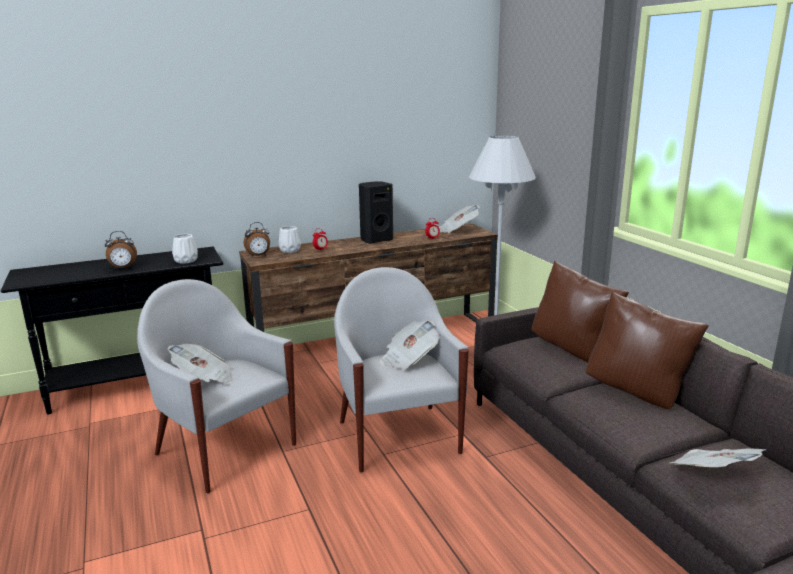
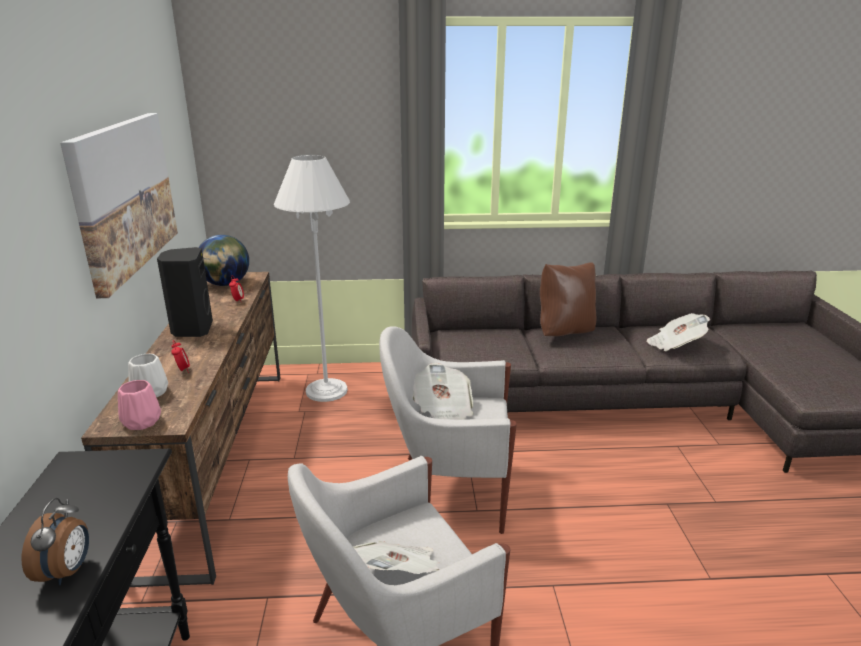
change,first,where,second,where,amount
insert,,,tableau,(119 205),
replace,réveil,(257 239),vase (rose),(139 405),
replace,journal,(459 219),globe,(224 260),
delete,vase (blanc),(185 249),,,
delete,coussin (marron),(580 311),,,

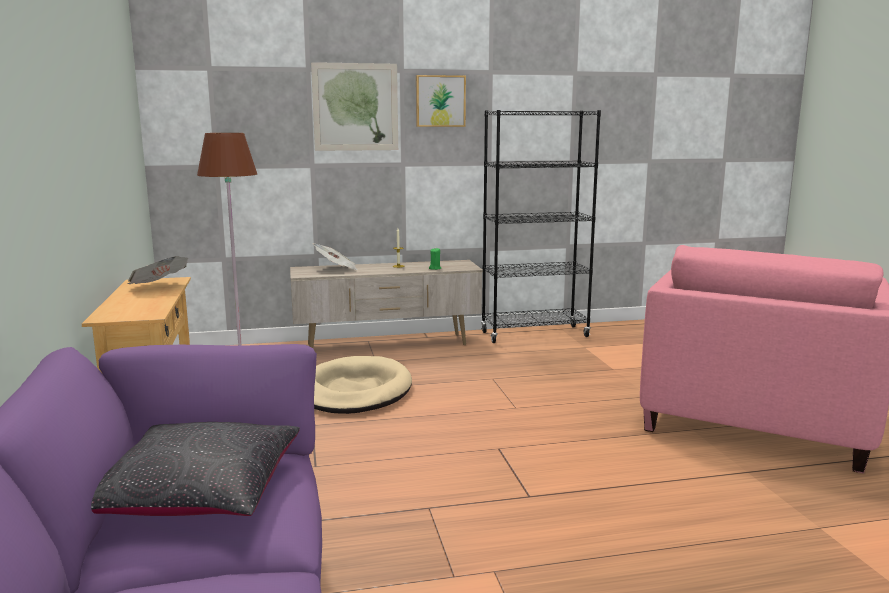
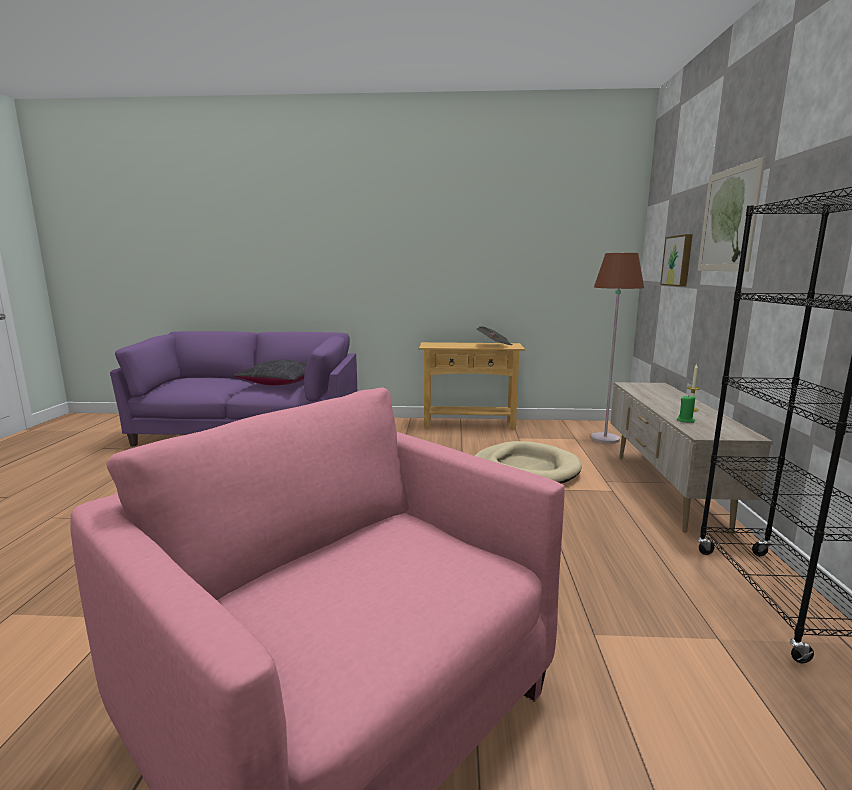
change,first,where,second,where,amount
move,tableau,(441 101),,(676 260),
delete,journal,(335 256),,,

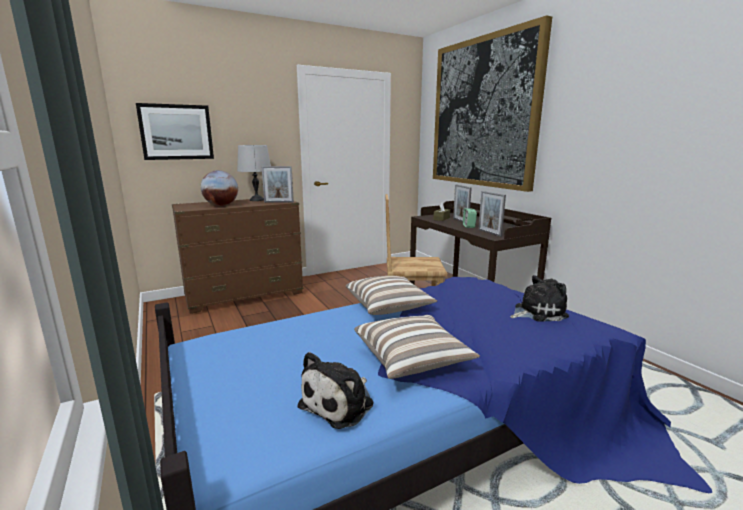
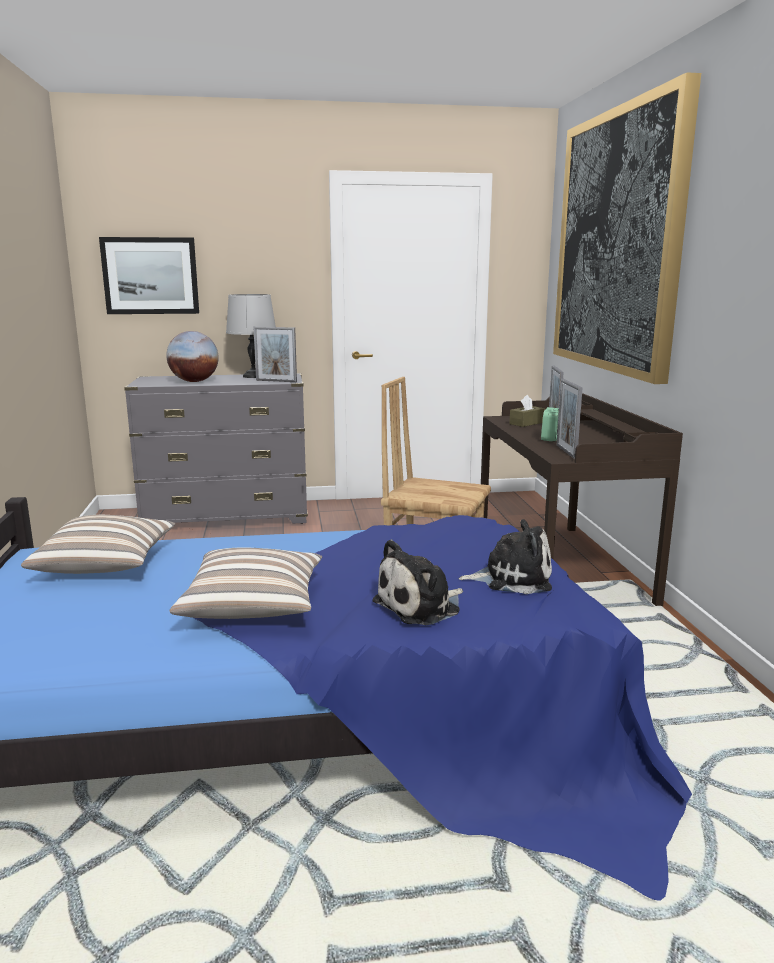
change,first,where,second,where,amount
move,coussin,(391 295),,(98 544),
recolor,commode (marron),(238 256),commode (gris),(216 448),
move,peluche,(335 390),,(417 582),

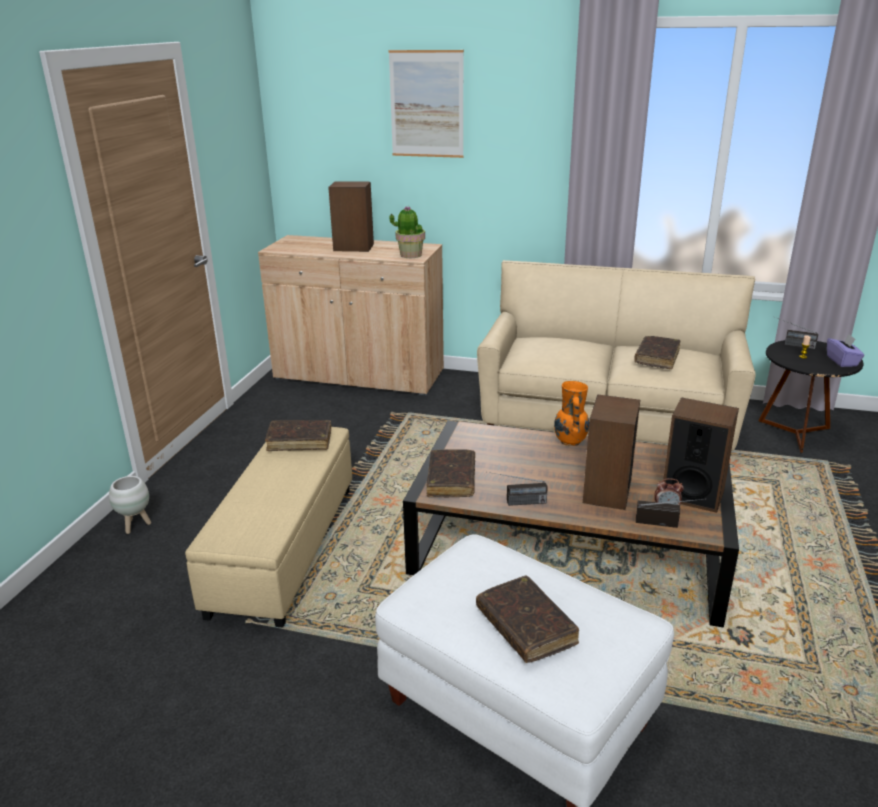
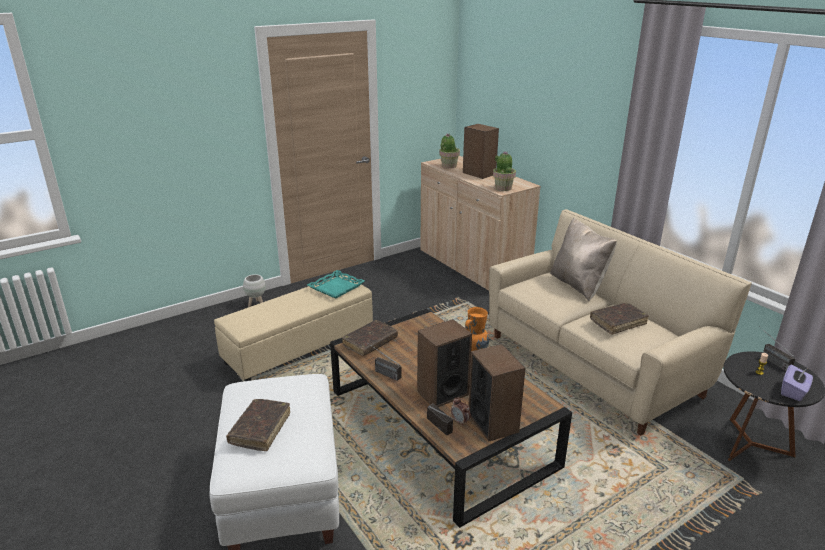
change,first,where,second,where,amount
replace,livre (marron),(298 435),plateau (turquoise),(336 284),
insert,,,plante en pot,(449 151),
insert,,,coussin (beige),(583 259),
delete,tableau,(426 104),,,

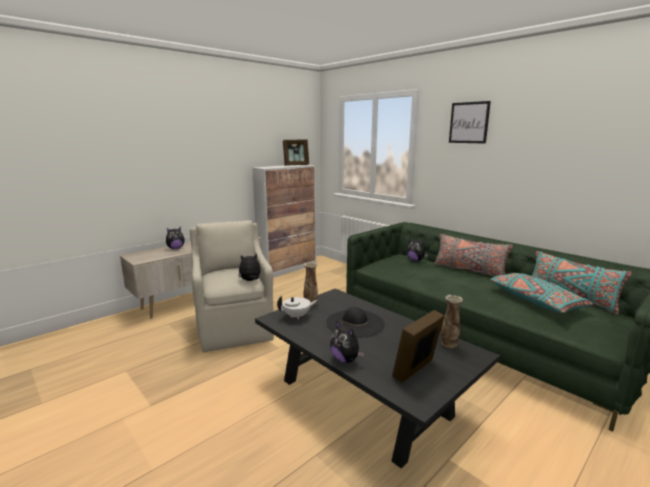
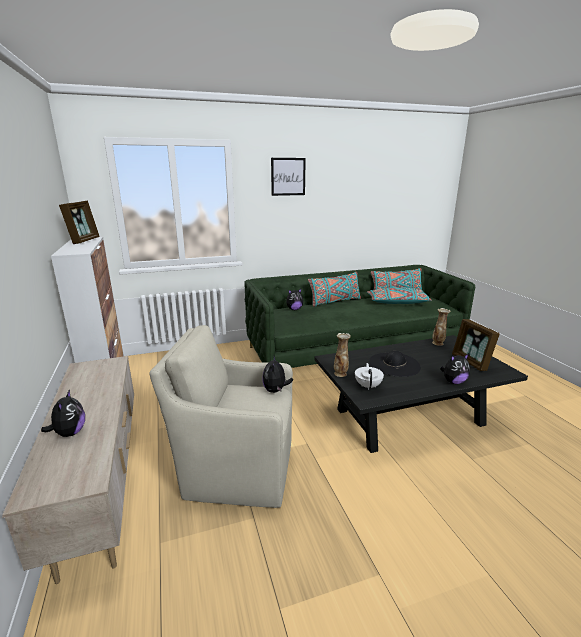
change,first,where,second,where,amount
recolor,coussin (gris),(474 255),coussin (turquoise),(334 289),

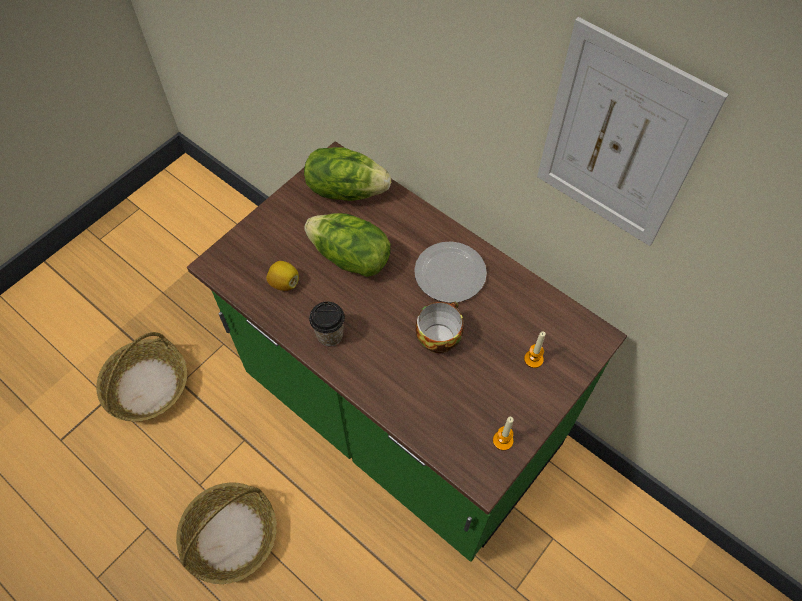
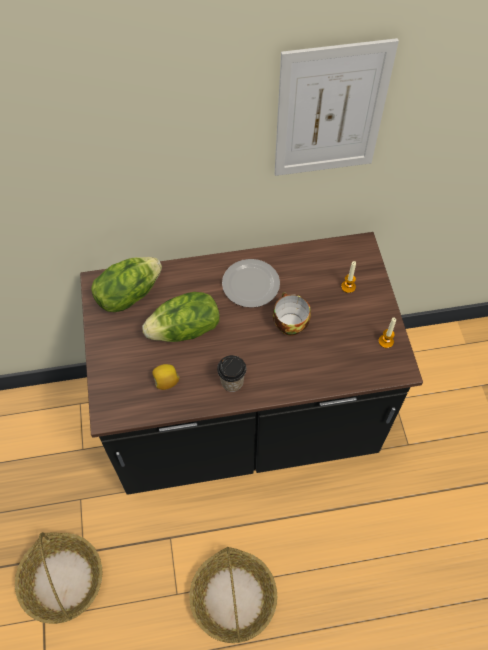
change,first,where,second,where,amount
recolor,comptoir de cuisine (vert),(407 351),comptoir de cuisine (noir),(251 363),

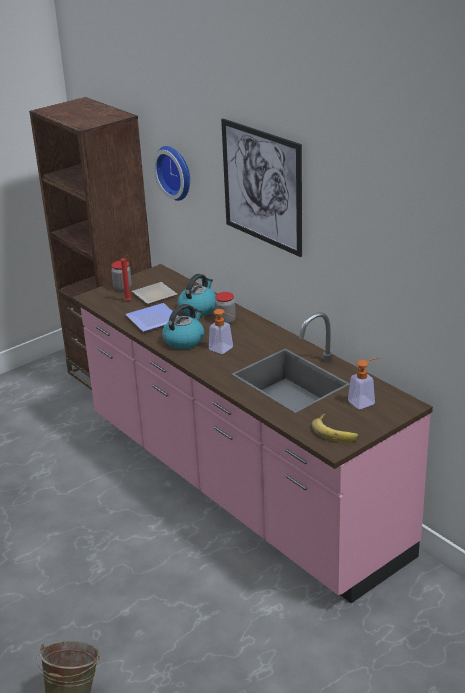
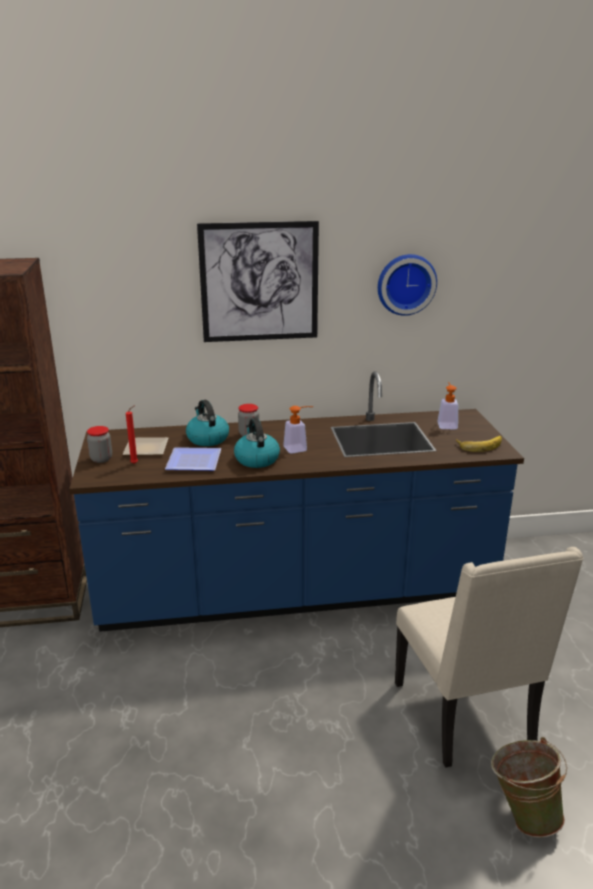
change,first,where,second,where,amount
recolor,comptoir de cuisine (rose),(252 433),comptoir de cuisine (bleu),(296 501),
move,horloge murale,(171 173),,(407 285),
insert,,,chaise (beige),(489 657),

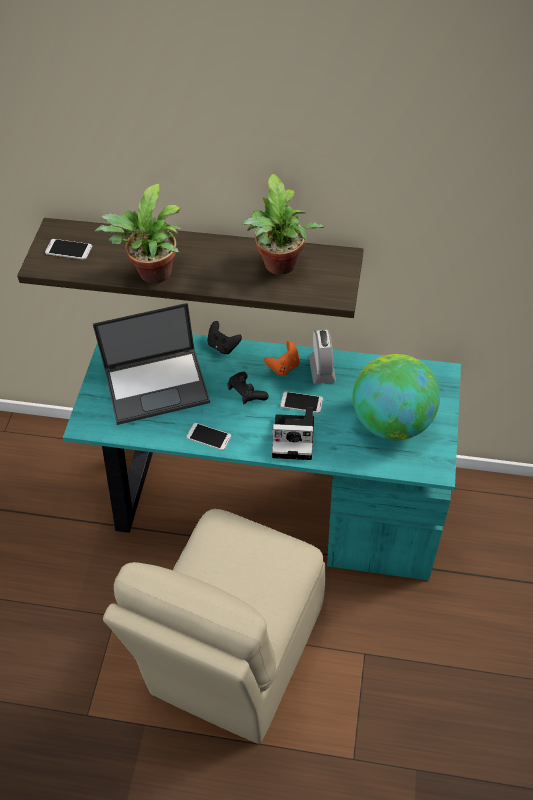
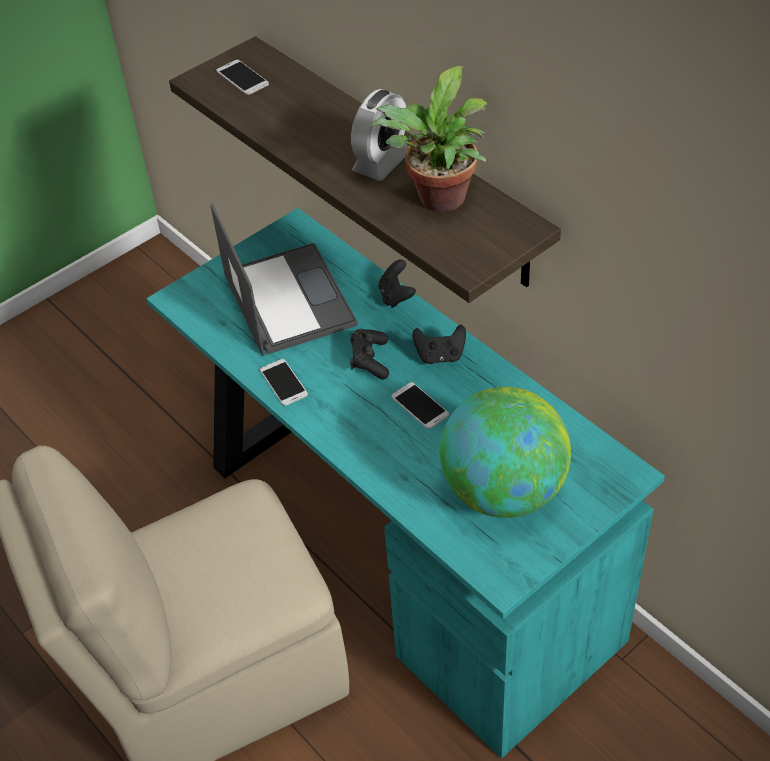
change,first,where,second,where,amount
rotate,ordinateur portable,(151 364),,(284 279),135 degrees counterclockwise
move,réveil,(322 356),,(379 135),
recolor,manette (orange),(282 358),manette (noir),(439 344),
delete,plante en pot,(138 233),,,
delete,appareil photo,(293 433),,,

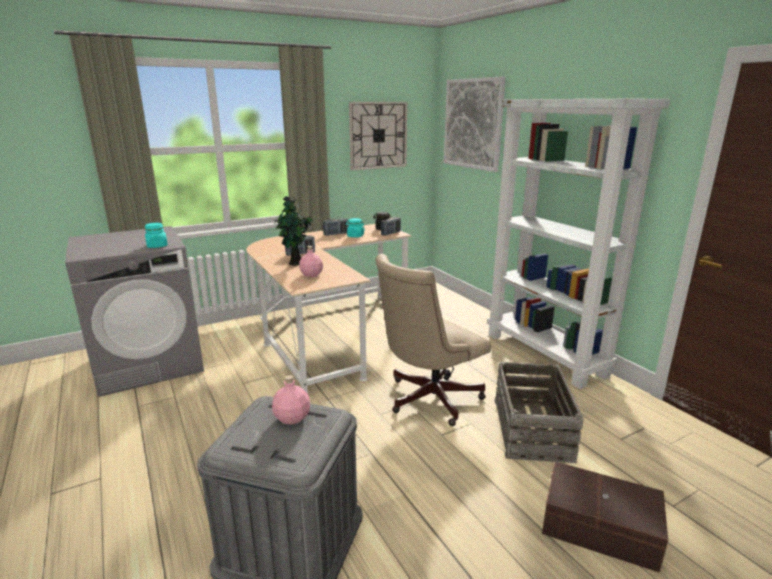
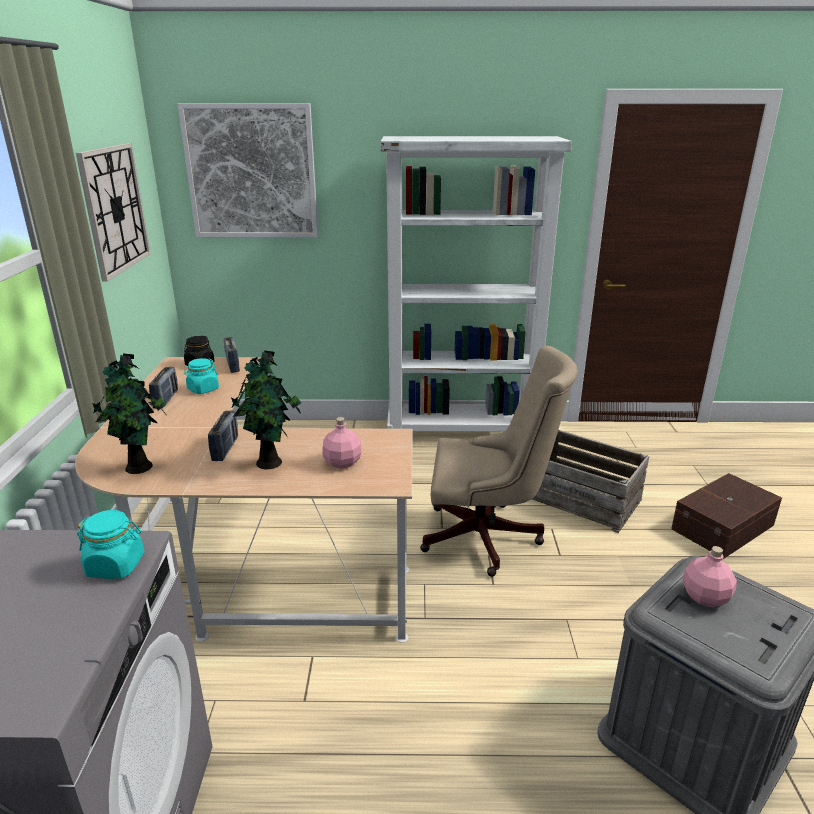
change,first,where,second,where,amount
insert,,,plante en pot,(129 414),
rotate,chaise de bureau (beige),(433 340),,(499 461),75 degrees counterclockwise

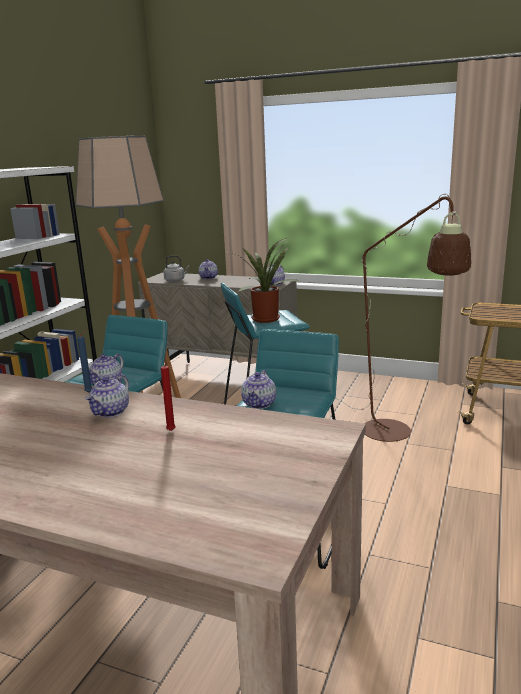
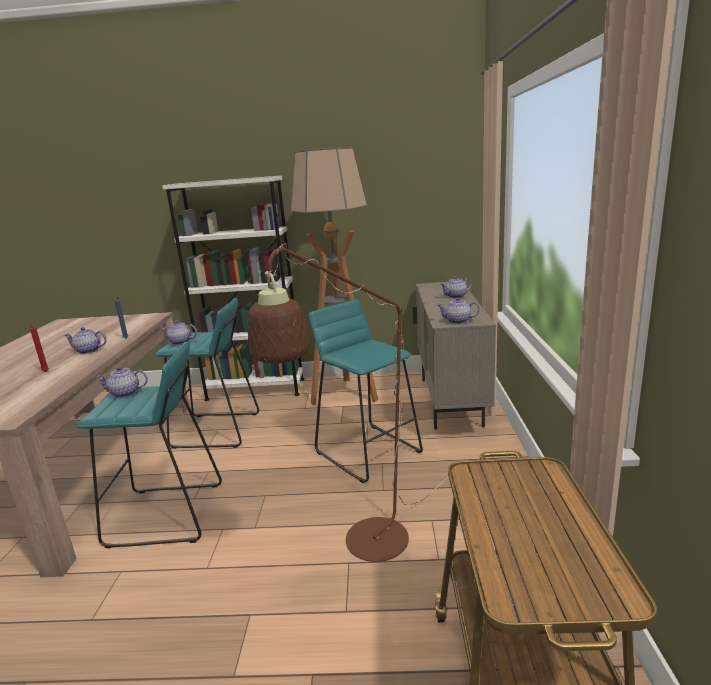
change,first,where,second,where,amount
delete,bouilloire (gris),(176 268),,,
delete,plante en pot,(265 280),,,

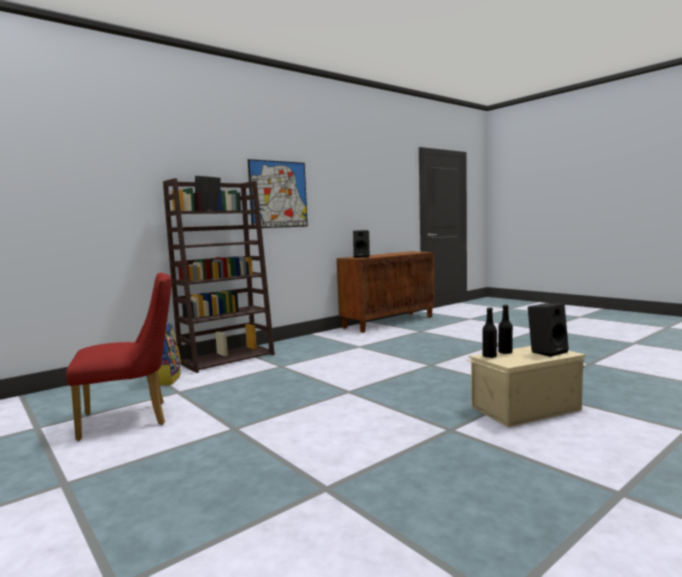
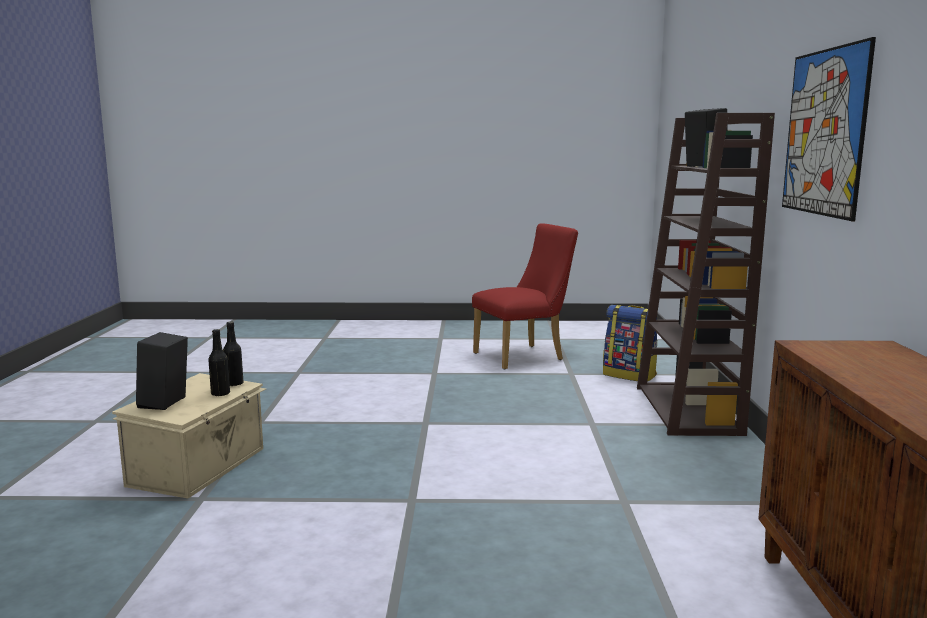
change,first,where,second,where,amount
rotate,chaise (rouge),(119 357),,(525 296),135 degrees counterclockwise
delete,enceinte (noir),(361 244),,,

